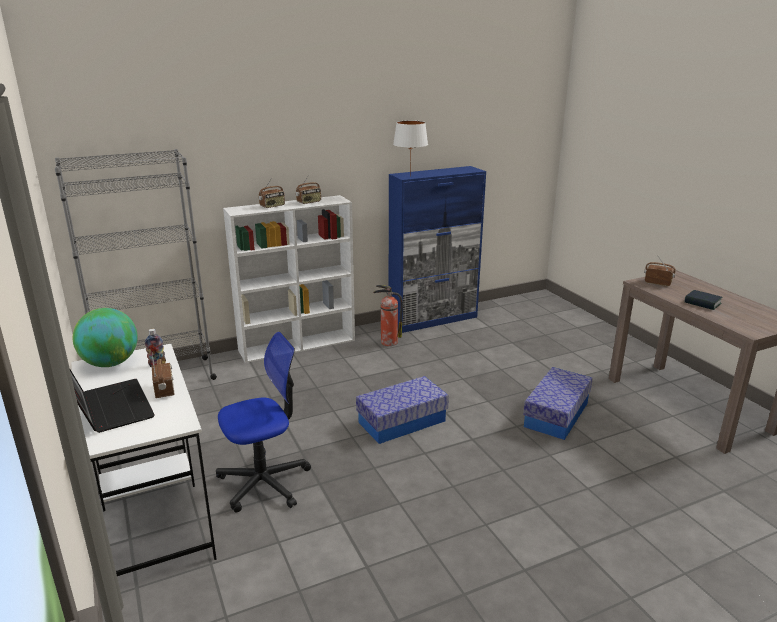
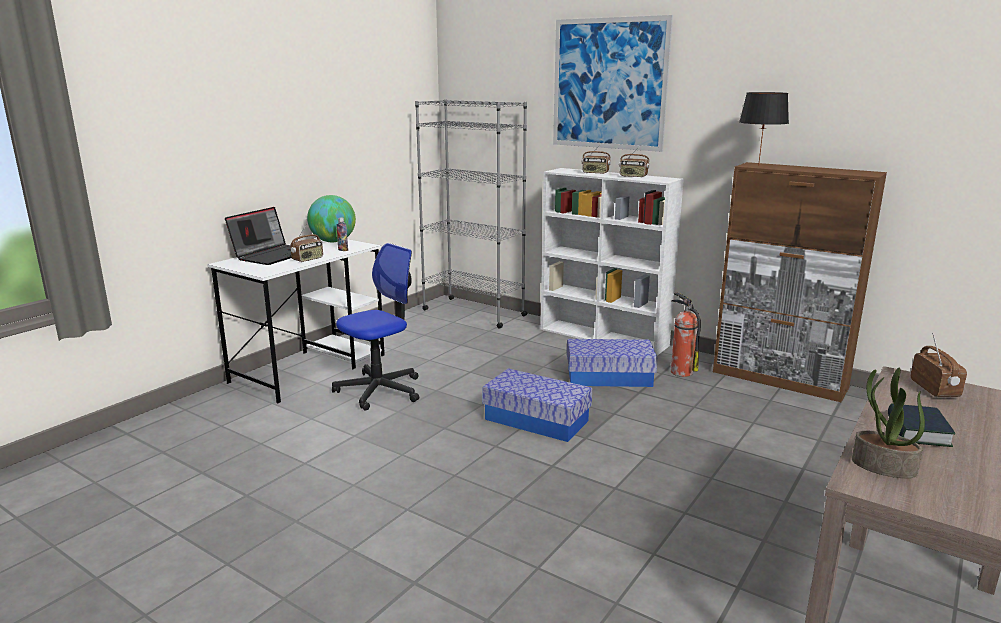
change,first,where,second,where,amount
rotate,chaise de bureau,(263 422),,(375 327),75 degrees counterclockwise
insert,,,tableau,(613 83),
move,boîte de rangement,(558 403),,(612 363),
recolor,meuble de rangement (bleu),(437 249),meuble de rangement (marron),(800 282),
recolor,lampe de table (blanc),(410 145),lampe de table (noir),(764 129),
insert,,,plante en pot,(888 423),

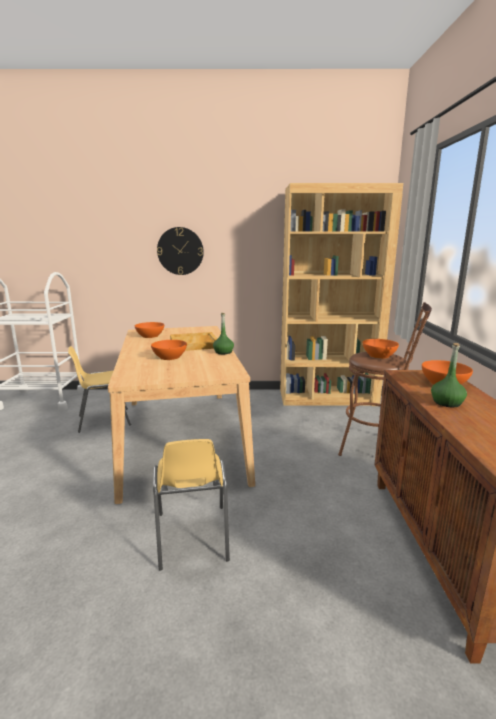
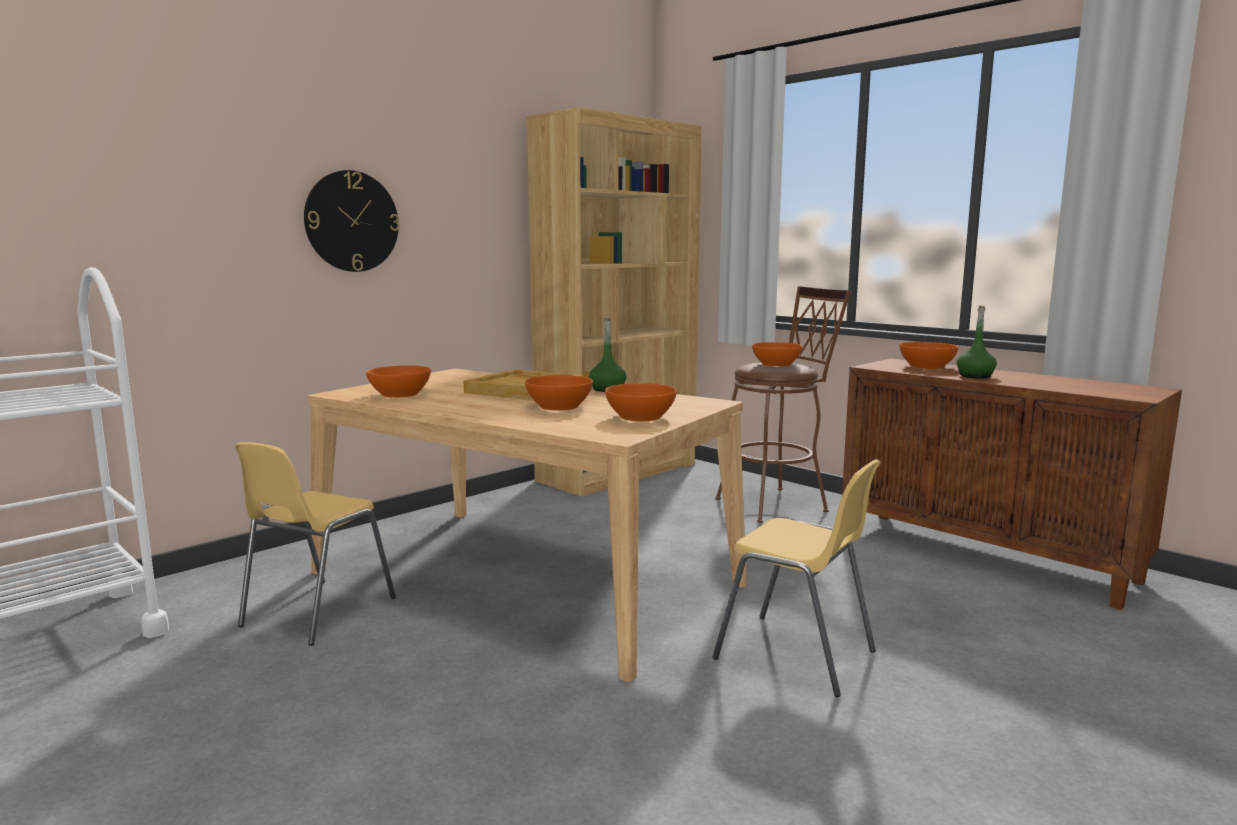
change,first,where,second,where,amount
insert,,,bol (orange),(641 402),

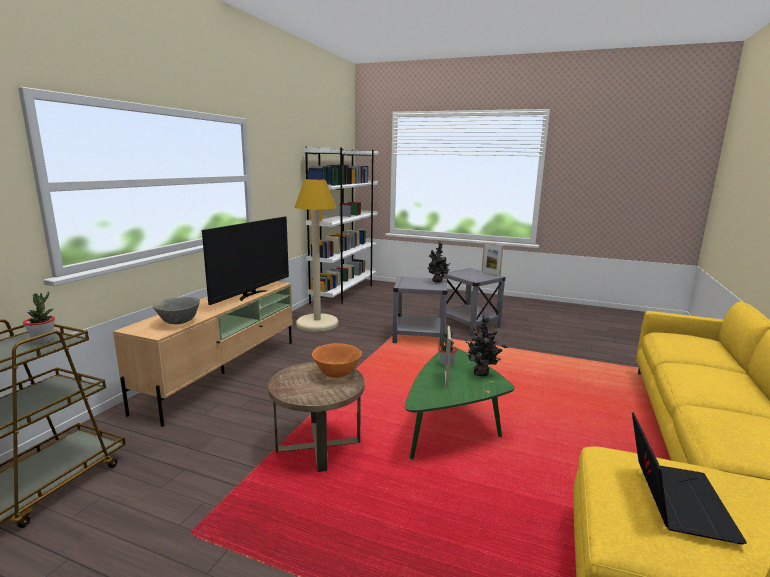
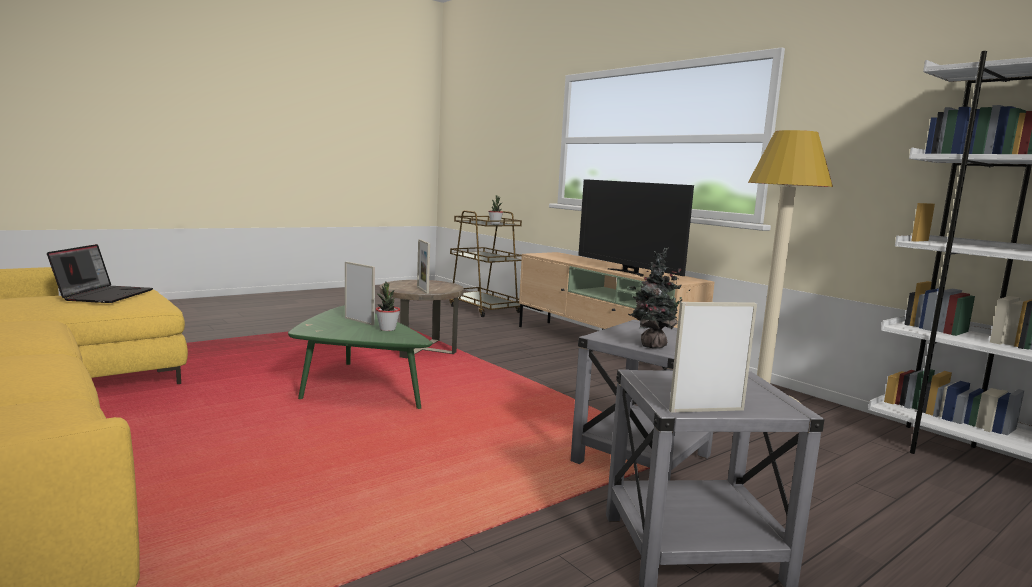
change,first,where,second,where,amount
rotate,ordinateur portable,(689 478),,(100 273),135 degrees counterclockwise
replace,bol (orange),(337 360),cadre photo,(423 266),
delete,bol (gris),(176 310),,,
delete,plante en pot,(485 346),,,

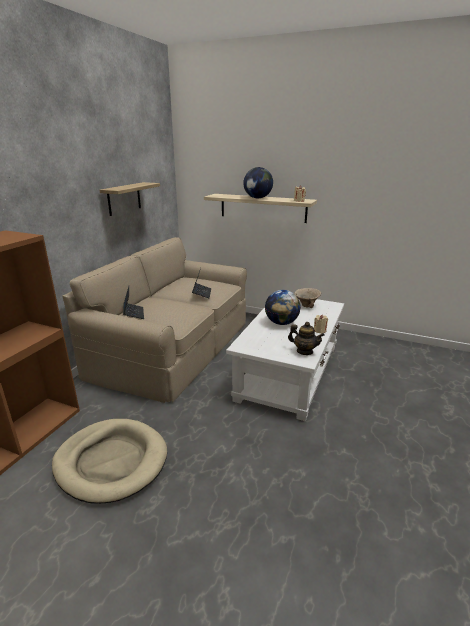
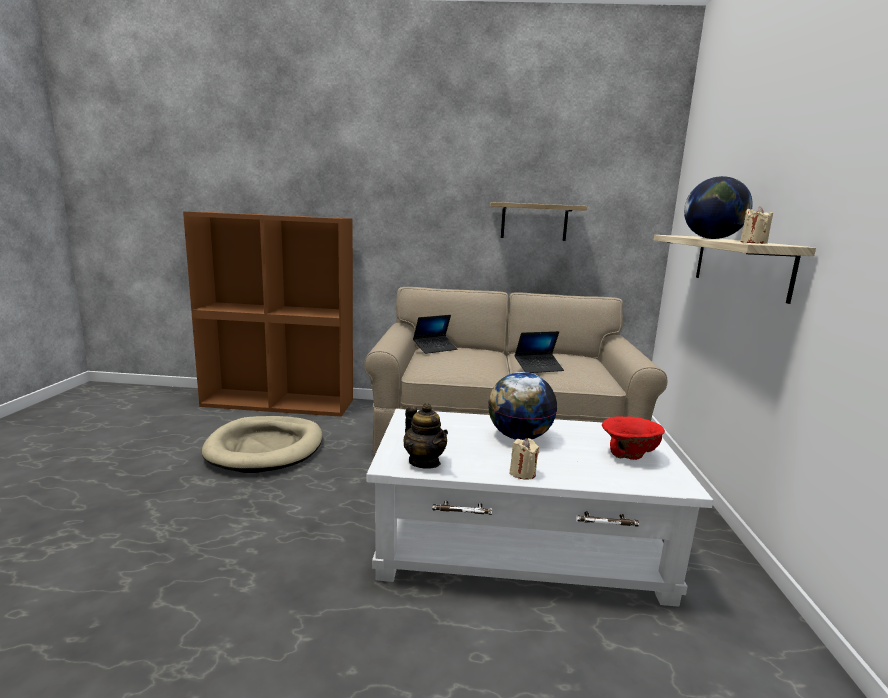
change,first,where,second,where,amount
rotate,théière,(306 338),,(425 436),45 degrees counterclockwise
recolor,bol (beige),(307 298),bol (rouge),(633 438),

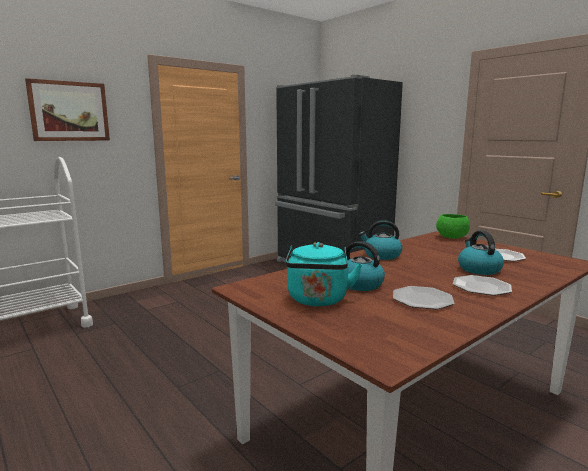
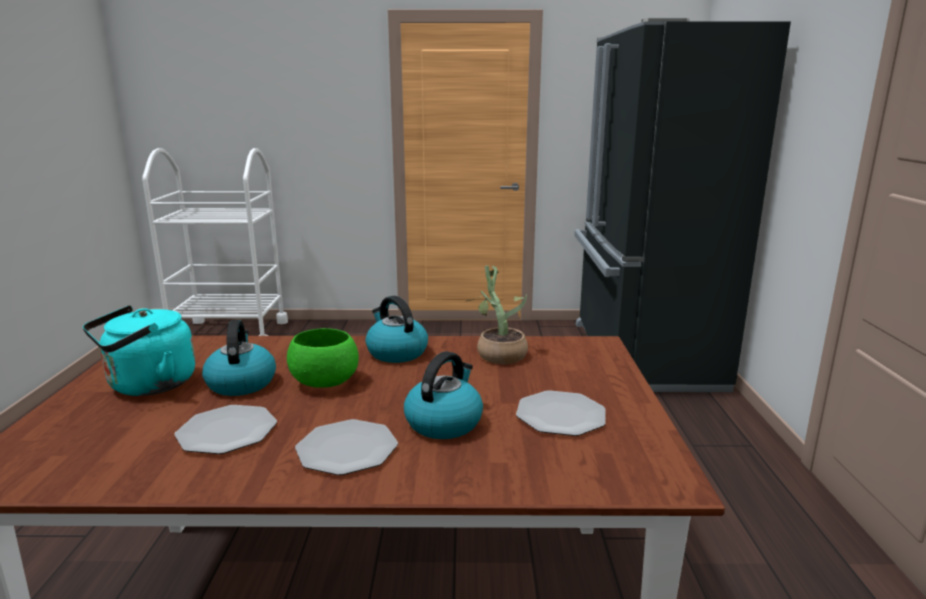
change,first,where,second,where,amount
move,bol (vert),(453 226),,(323 358),
insert,,,plante en pot,(497 315),
delete,tableau,(67 109),,,

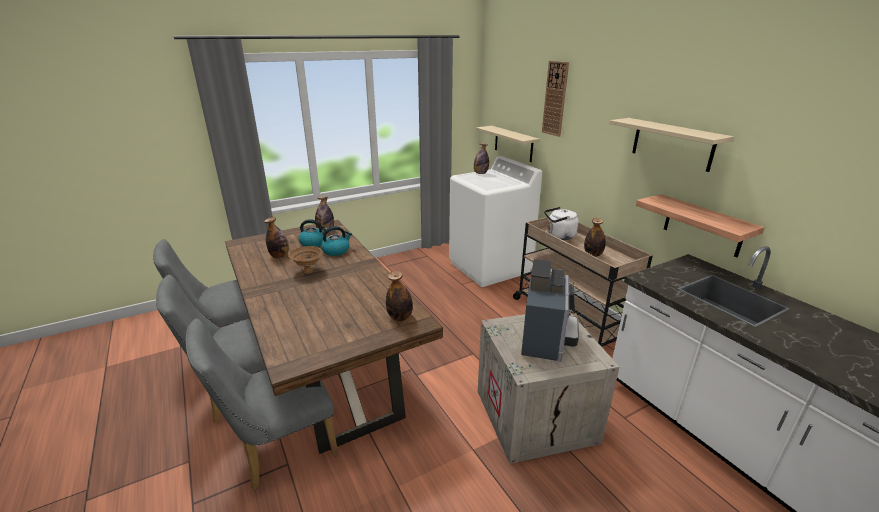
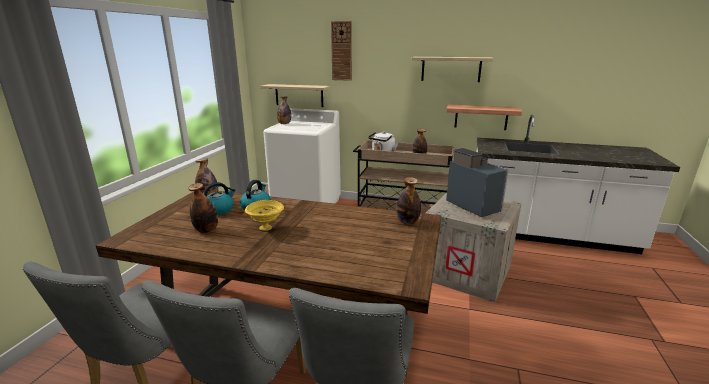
change,first,where,second,where,amount
recolor,bol (marron),(305 260),bol (jaune),(264 215),

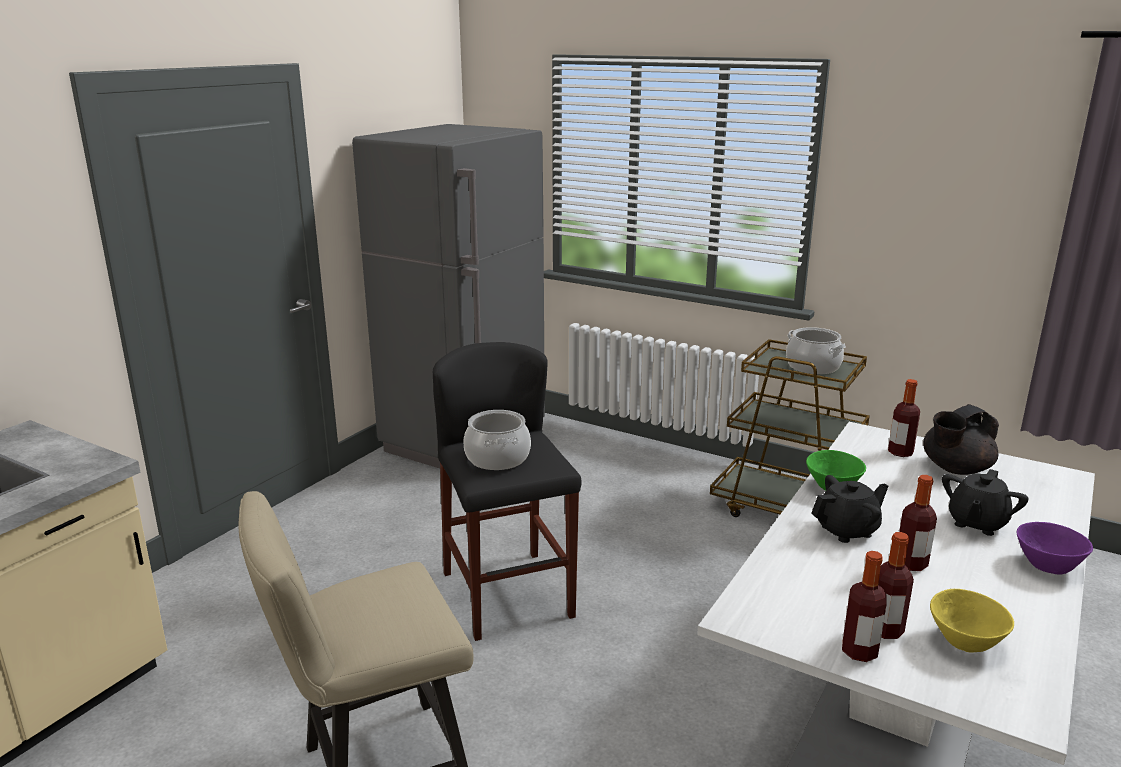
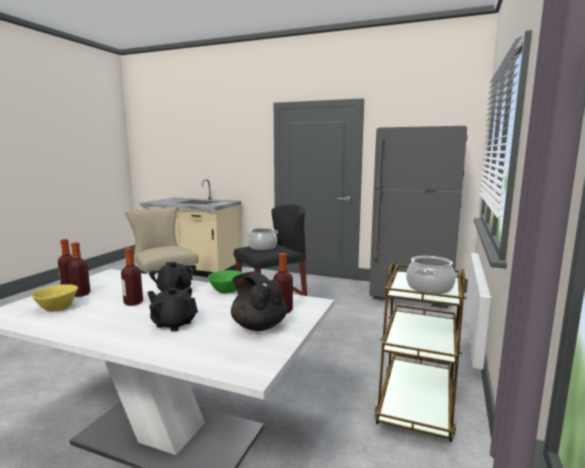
change,first,where,second,where,amount
delete,bol (violet),(1055 548),,,

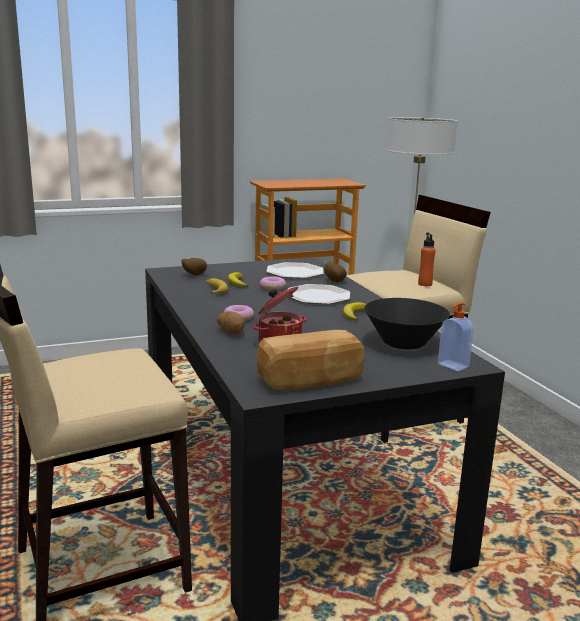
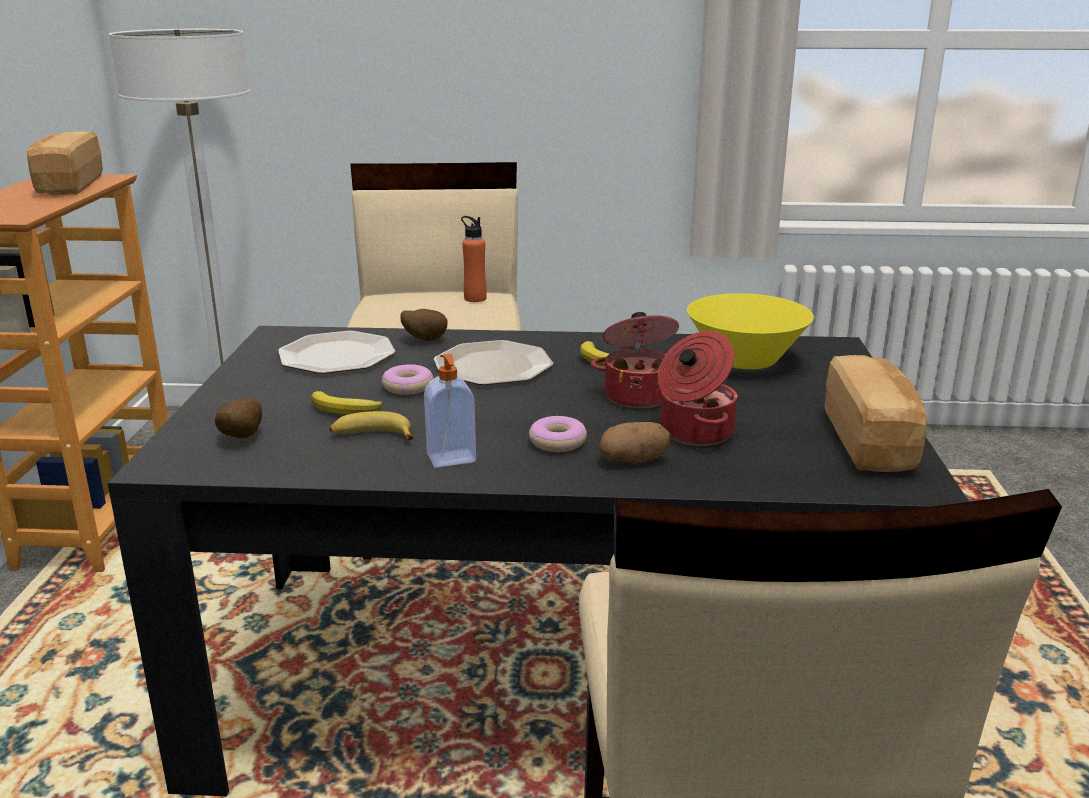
change,first,where,second,where,amount
insert,,,pain,(65 163),
move,distributeur de savon,(456 336),,(450 411),
insert,,,marmite,(635 360),
recolor,bol (noir),(407 324),bol (jaune),(750 331),

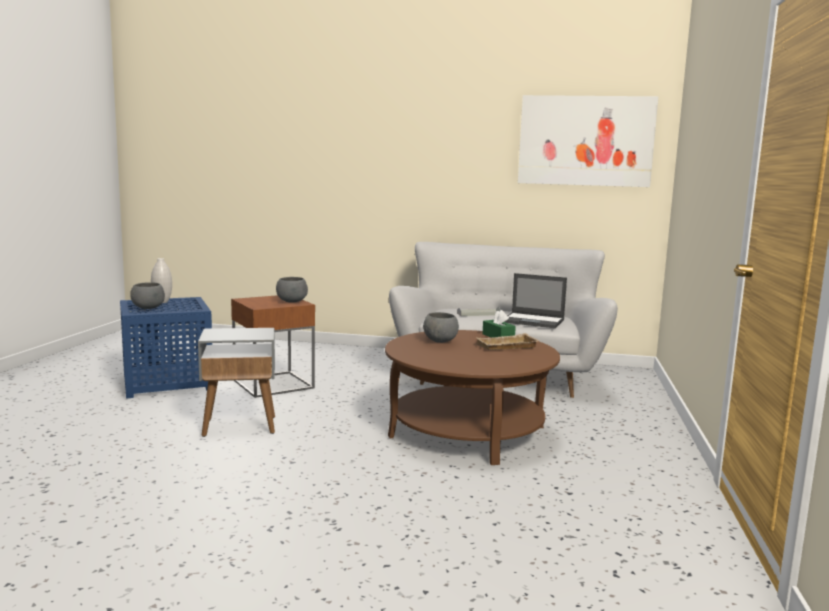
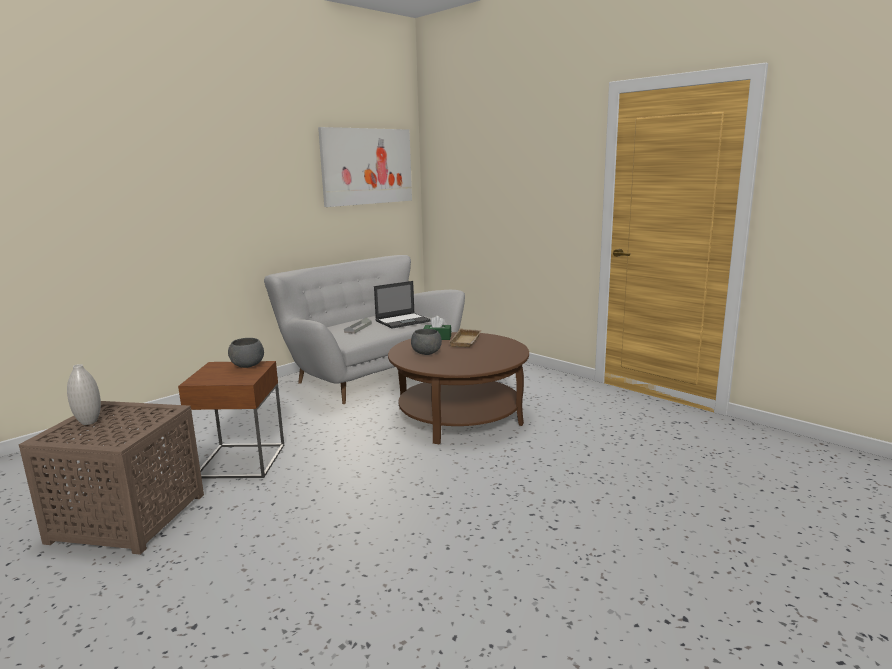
change,first,where,second,where,amount
recolor,table d'appoint (bleu),(166 348),table d'appoint (marron),(111 478),
delete,bol (gris),(147 295),,,
delete,table d'appoint (gris),(236 382),,,

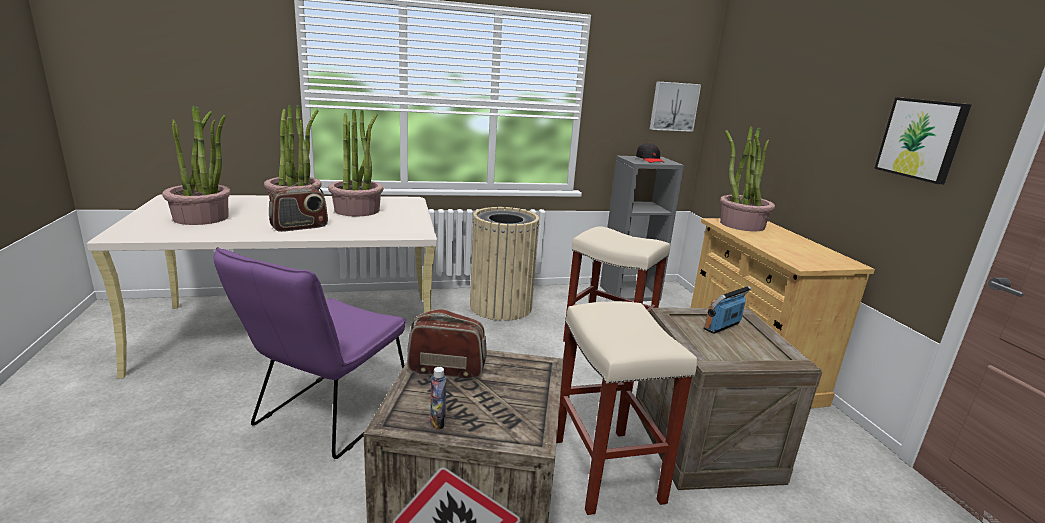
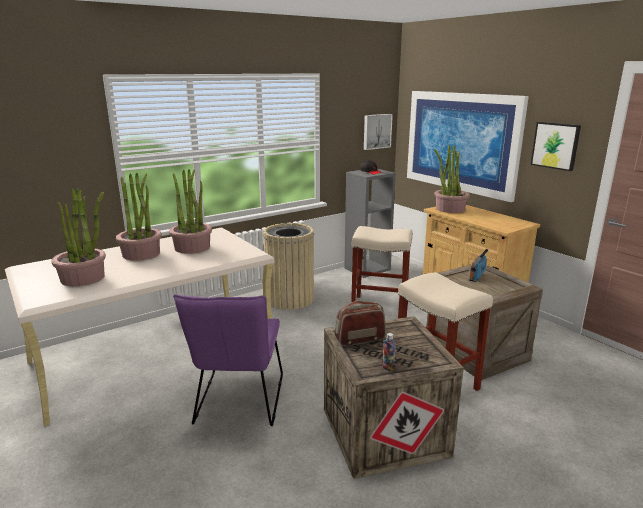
change,first,where,second,where,amount
insert,,,tableau,(468 146),
delete,radio,(298 207),,,

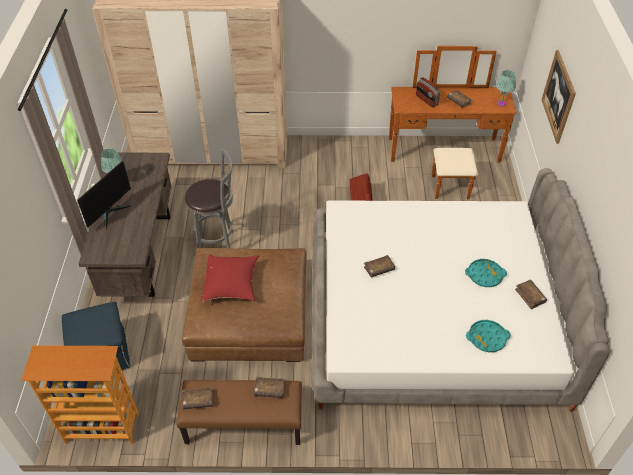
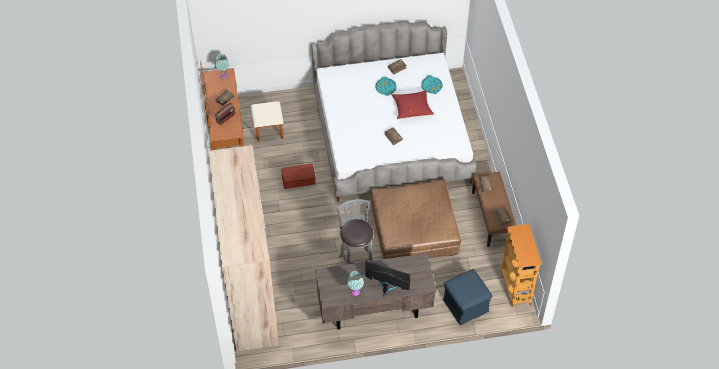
change,first,where,second,where,amount
move,coussin (rouge),(230 278),,(413 104),
delete,tableau,(558 97),,,

